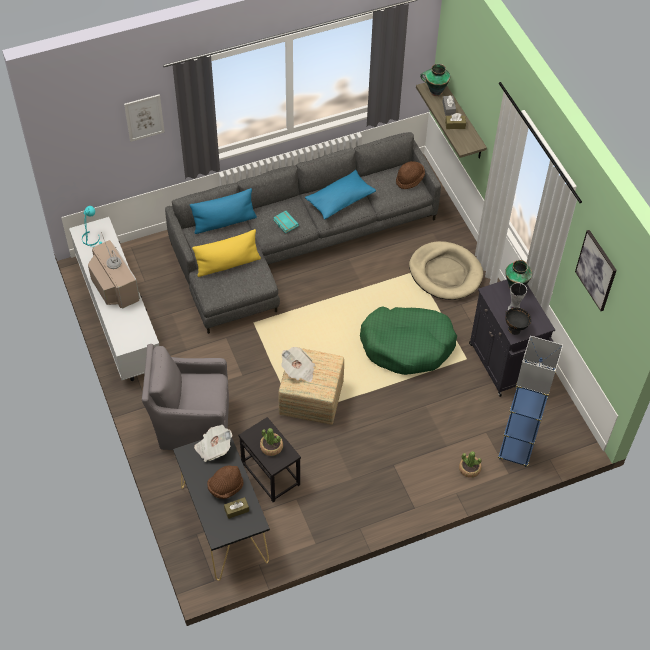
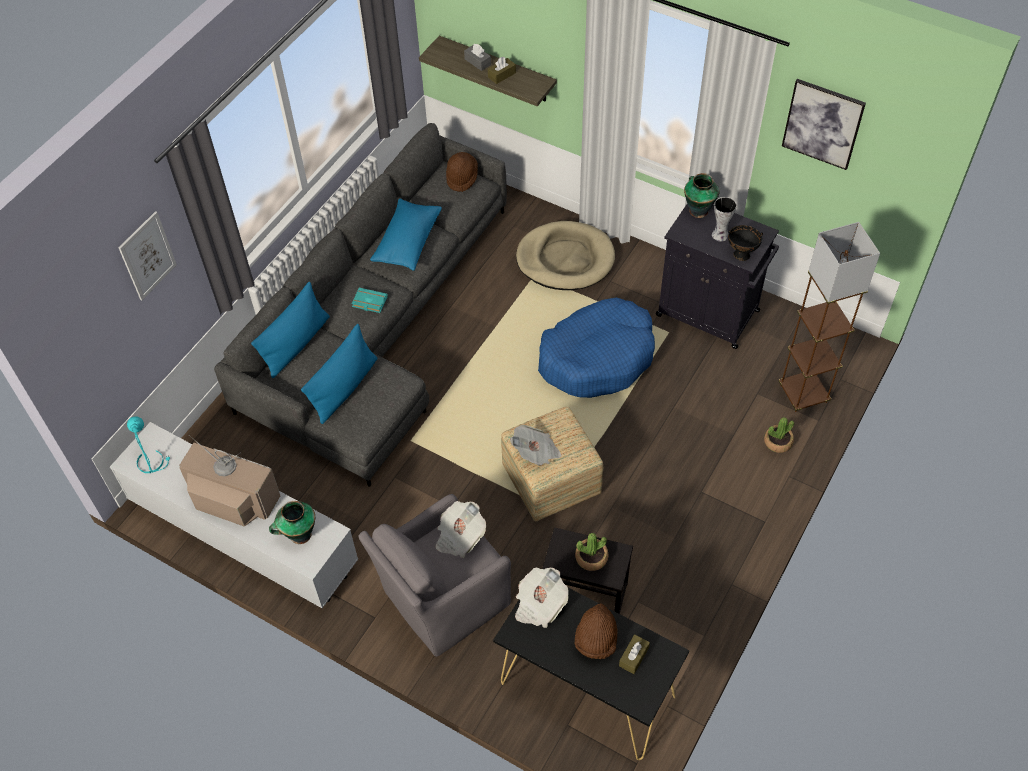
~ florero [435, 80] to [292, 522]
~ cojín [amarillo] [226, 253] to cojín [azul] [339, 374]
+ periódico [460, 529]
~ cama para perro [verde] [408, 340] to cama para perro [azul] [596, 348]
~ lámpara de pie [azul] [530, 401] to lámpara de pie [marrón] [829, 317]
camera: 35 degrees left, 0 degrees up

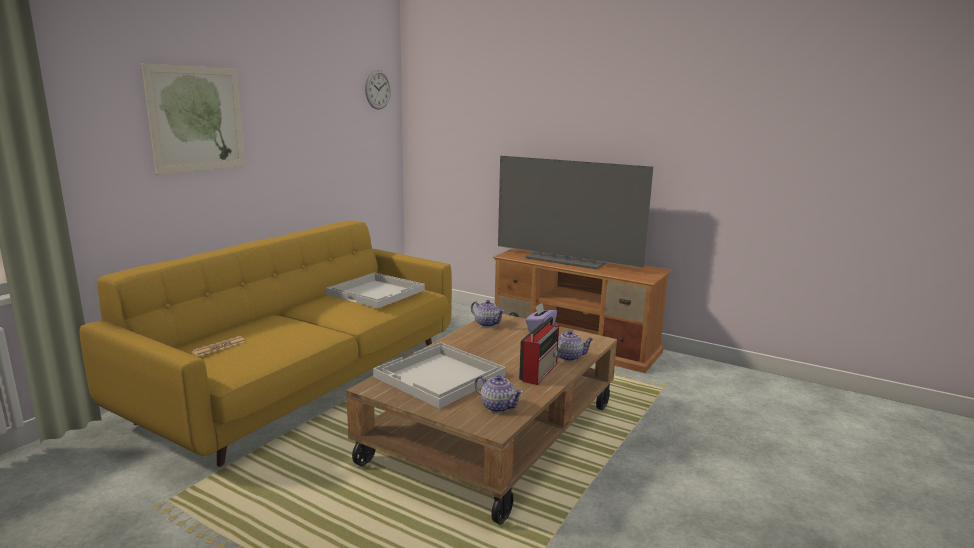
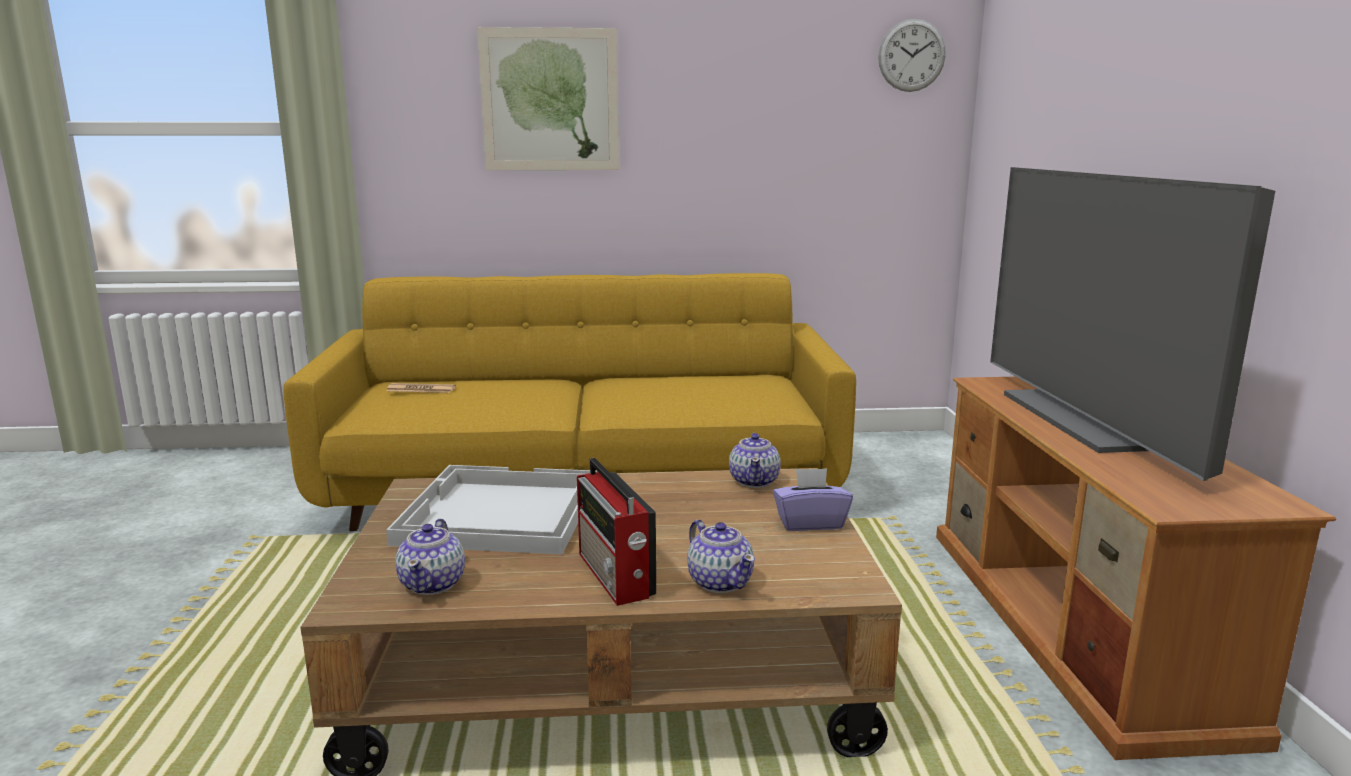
~ radio [539, 351] = [616, 532] 75 degrees clockwise
- bandeja [blanco] [375, 290]
camera: 55 degrees right, 0 degrees up

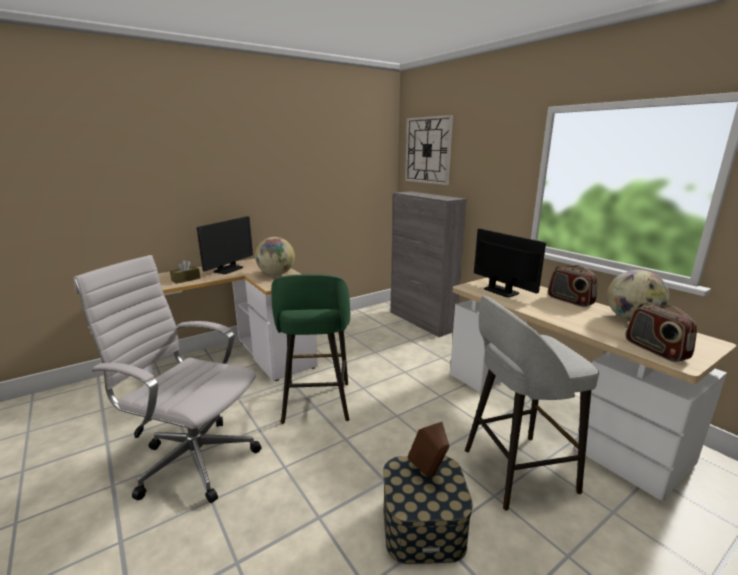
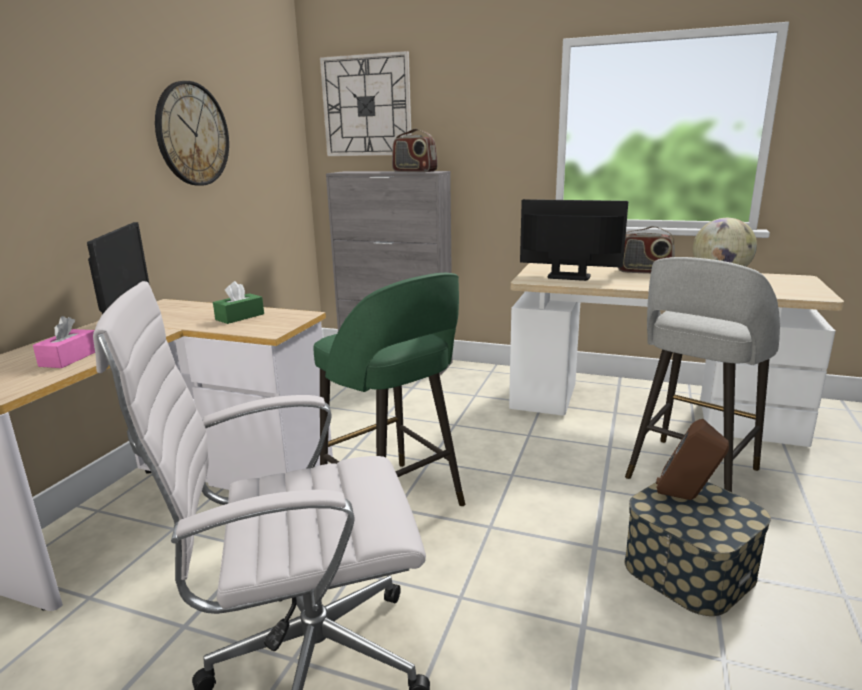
~ caja de pañuelos [marrón] [185, 272] to caja de pañuelos [rosa] [64, 342]
+ reloj de pared [192, 133]
~ globo terráqueo [275, 256] to caja de pañuelos [verde] [238, 302]
~ radio [661, 332] to [415, 150]
camera: 35 degrees left, 0 degrees up

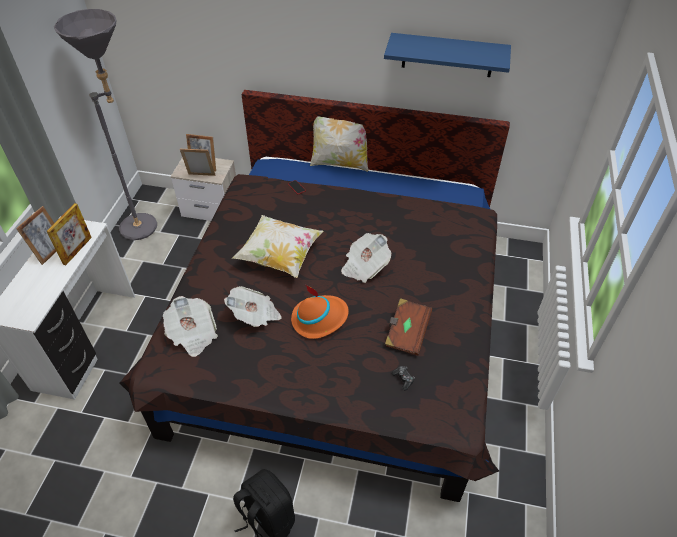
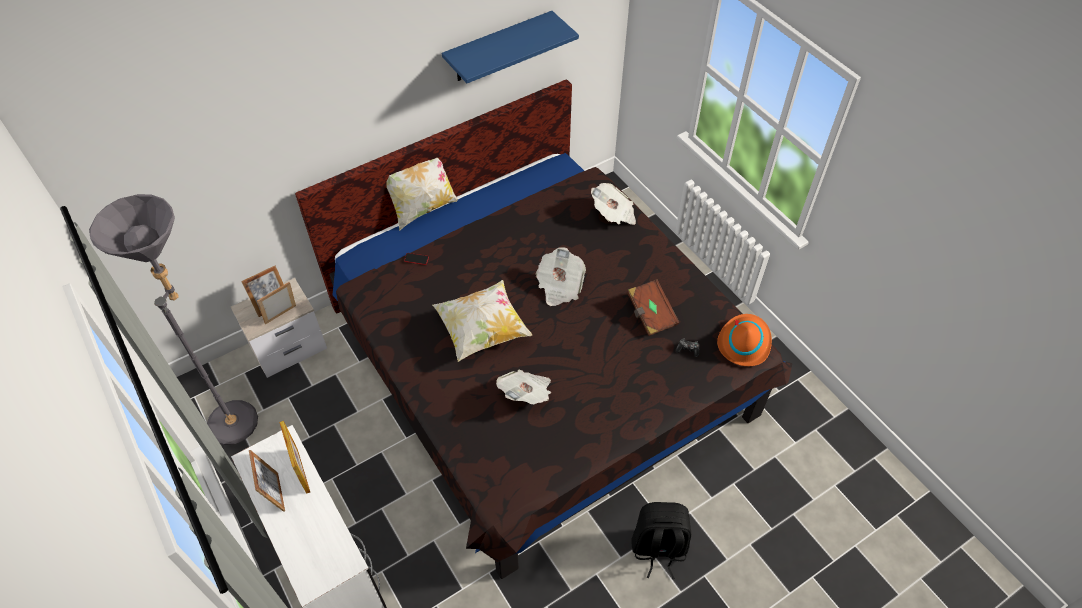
~ periódico [190, 326] to [613, 204]
~ sombrero [naranja] [320, 312] to [744, 340]
camera: 45 degrees left, 5 degrees up

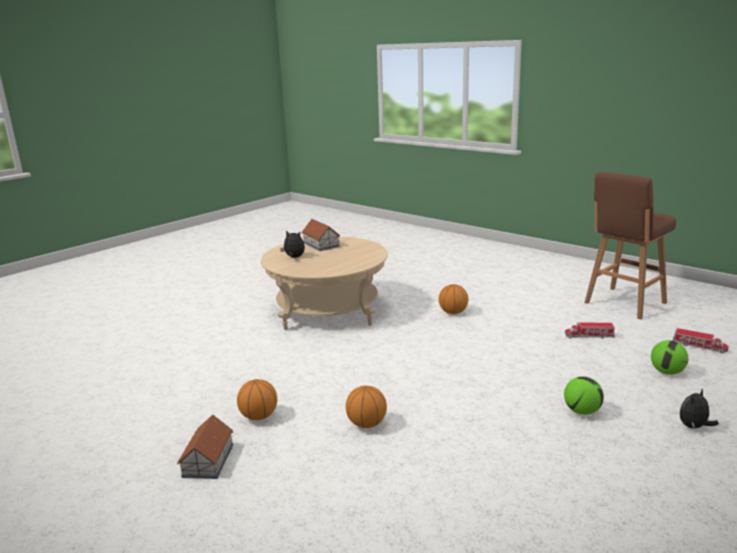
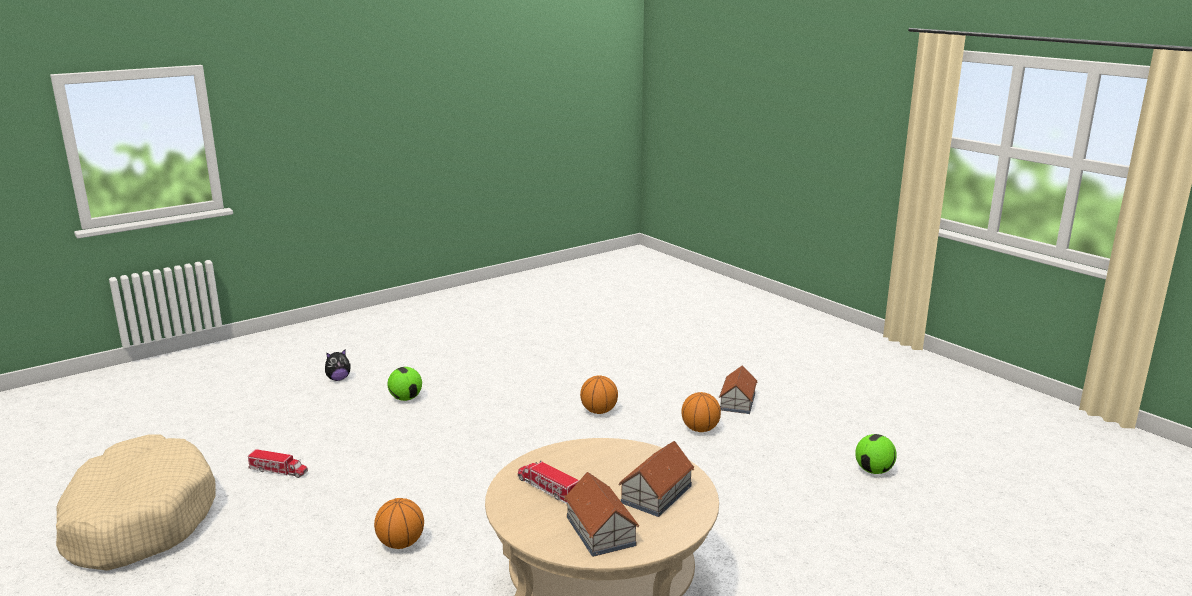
~ taburete [marrón] [630, 246] to cama para perro [beis] [136, 502]
~ camión de juguete [701, 340] to [548, 482]
~ peluche [292, 244] to casita [656, 479]
~ balón de fútbol [669, 357] to [876, 454]
camera: 170 degrees left, 0 degrees up

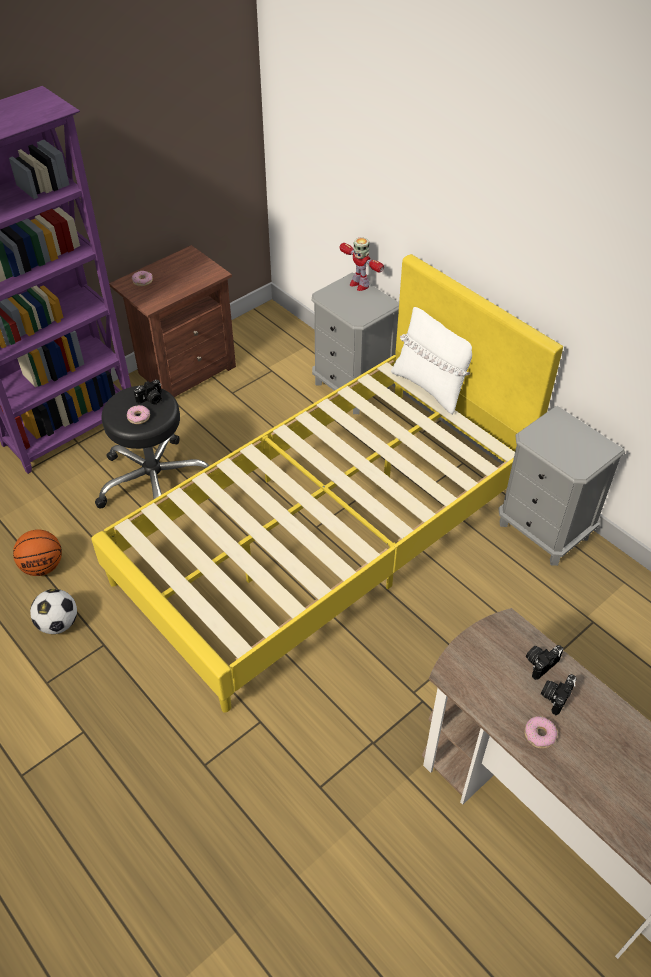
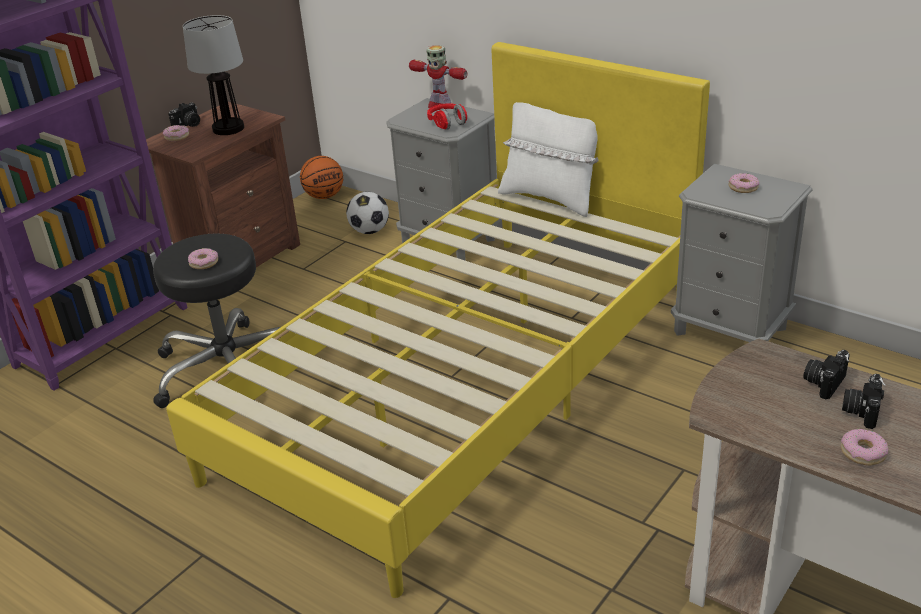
~ cámara [148, 392] to [184, 114]
+ lámpara de mesa [213, 75]
~ balón de baloncesto [37, 553] to [321, 177]
~ balón de fútbol [53, 611] to [367, 213]
+ auriculares [rojo] [447, 116]
+ rosquilla [744, 183]
camera: 10 degrees left, 15 degrees down

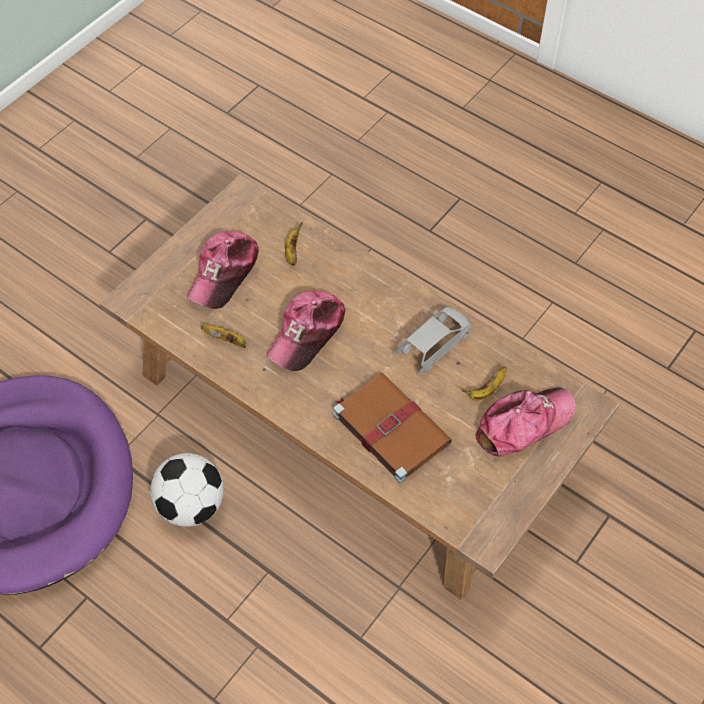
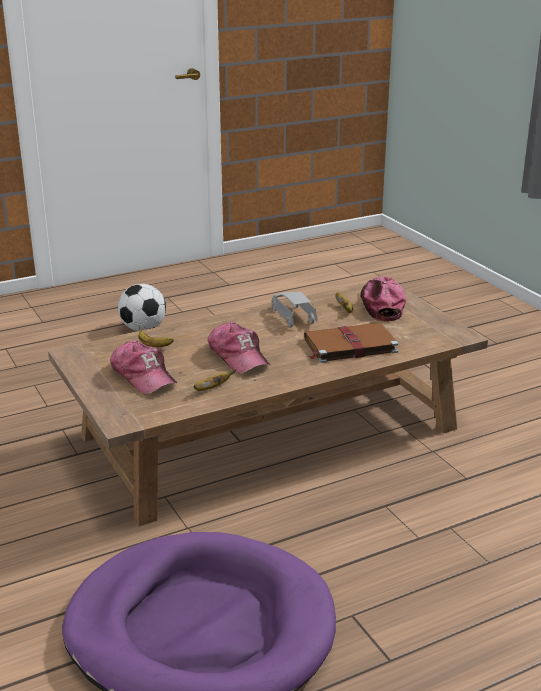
~ balón de fútbol [187, 490] to [142, 307]
camera: 65 degrees left, 30 degrees down

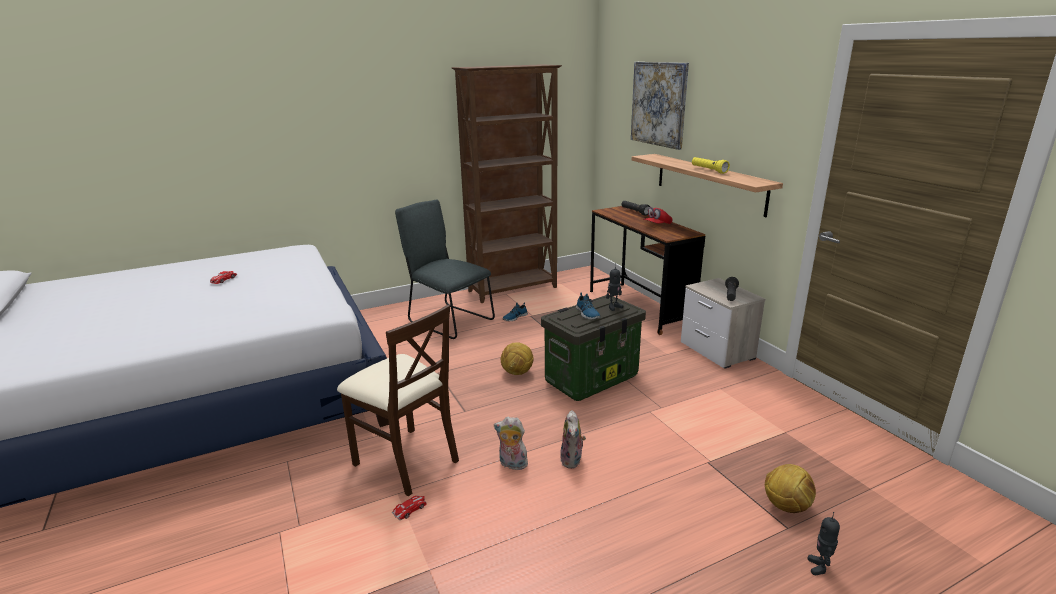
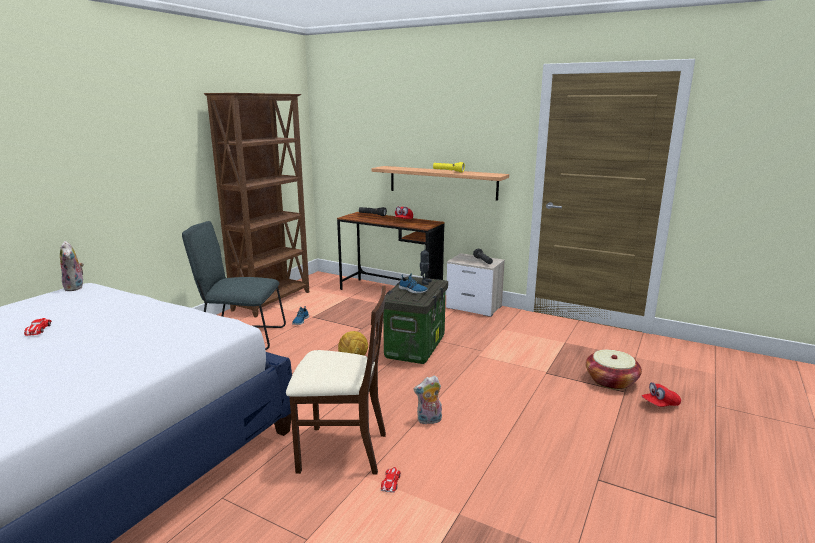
~ peluche [573, 439] to [72, 266]
~ balón de fútbol [790, 488] to cesta [614, 370]
~ robot de juguete [823, 543] to gorra [rojo] [661, 394]
- cuadro [660, 106]
camera: 35 degrees left, 5 degrees down

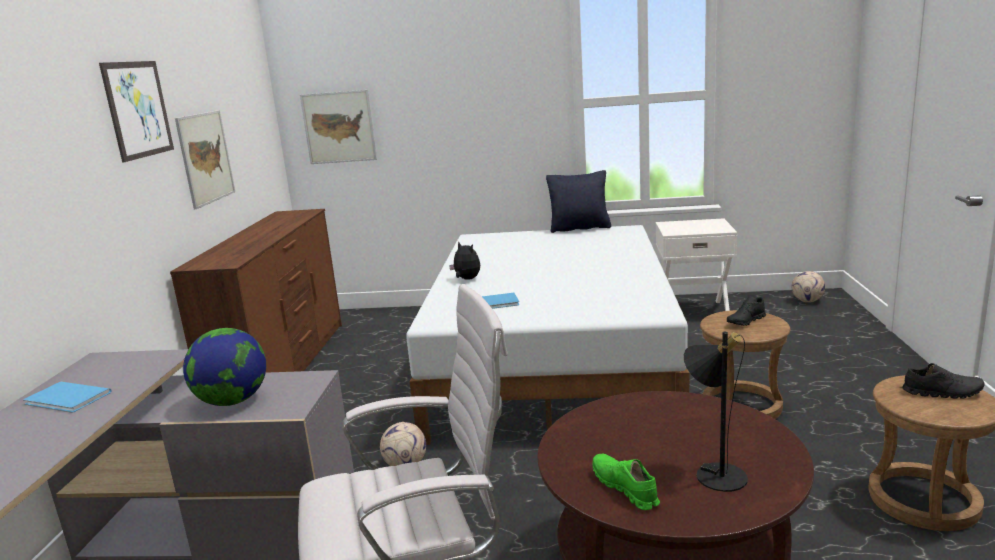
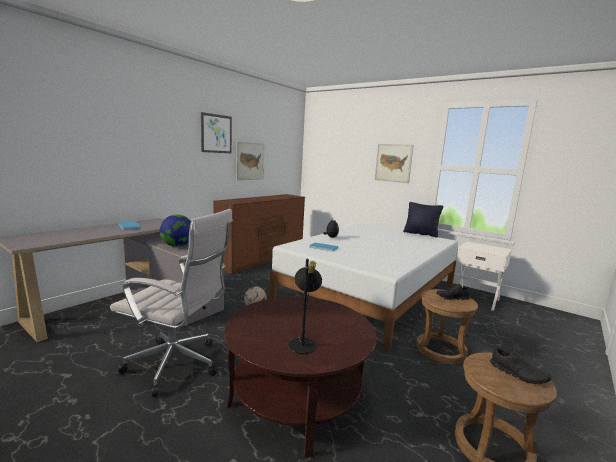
~ cuadro [338, 127] to [394, 163]
- zapato [verde] [626, 482]
- balón de fútbol [808, 286]
camera: 30 degrees right, 5 degrees down

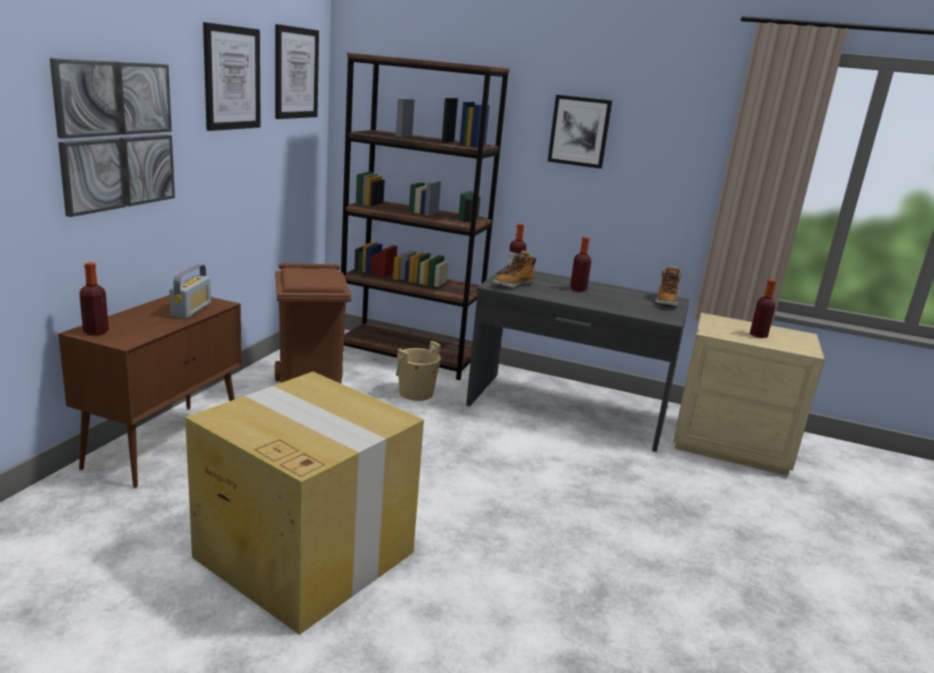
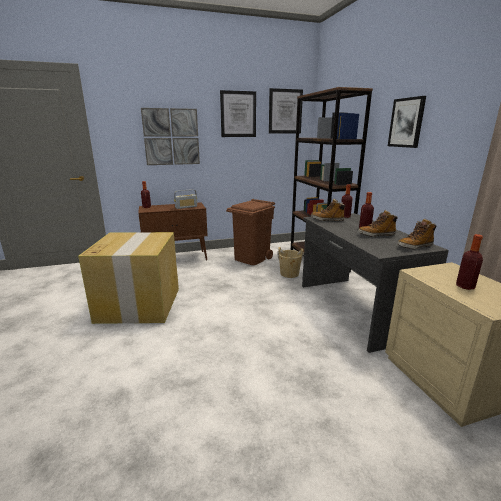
+ bota [378, 223]
camera: 55 degrees right, 0 degrees up

